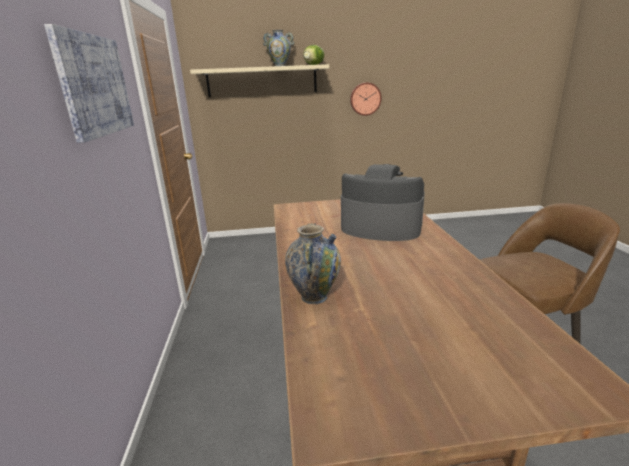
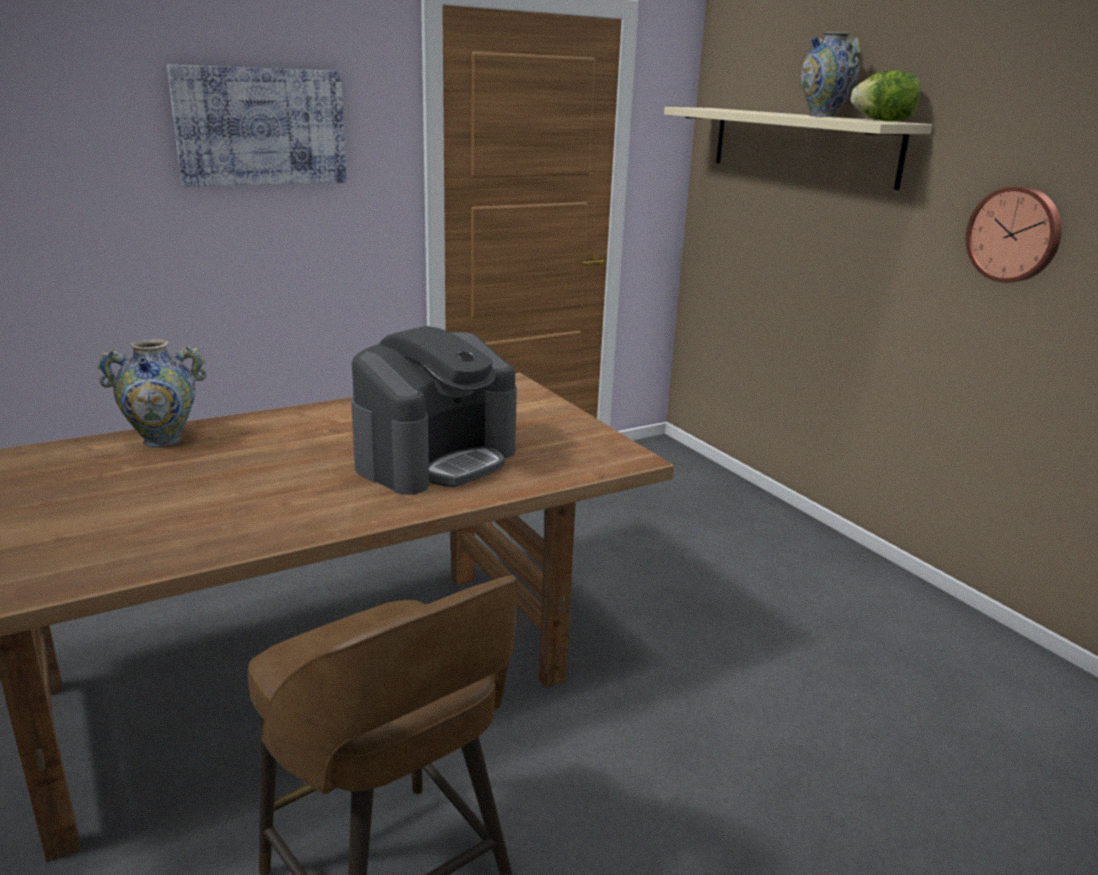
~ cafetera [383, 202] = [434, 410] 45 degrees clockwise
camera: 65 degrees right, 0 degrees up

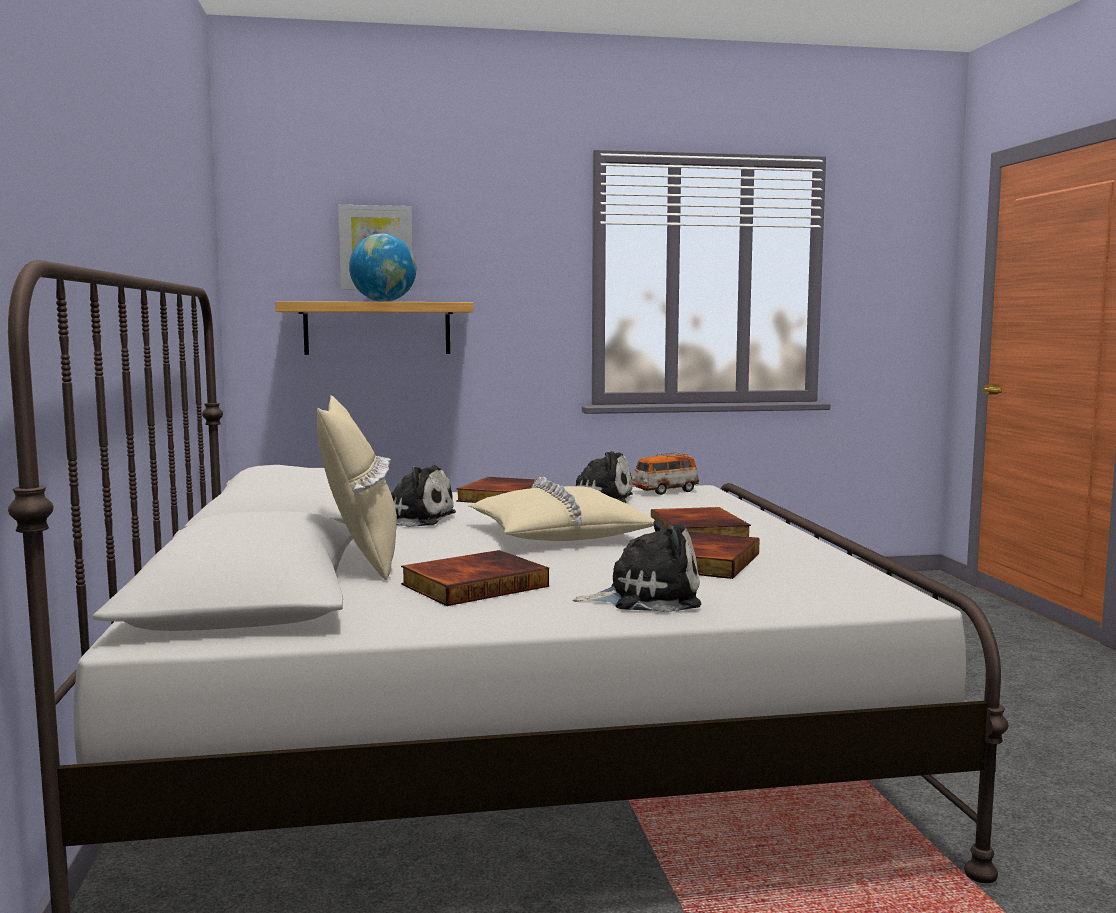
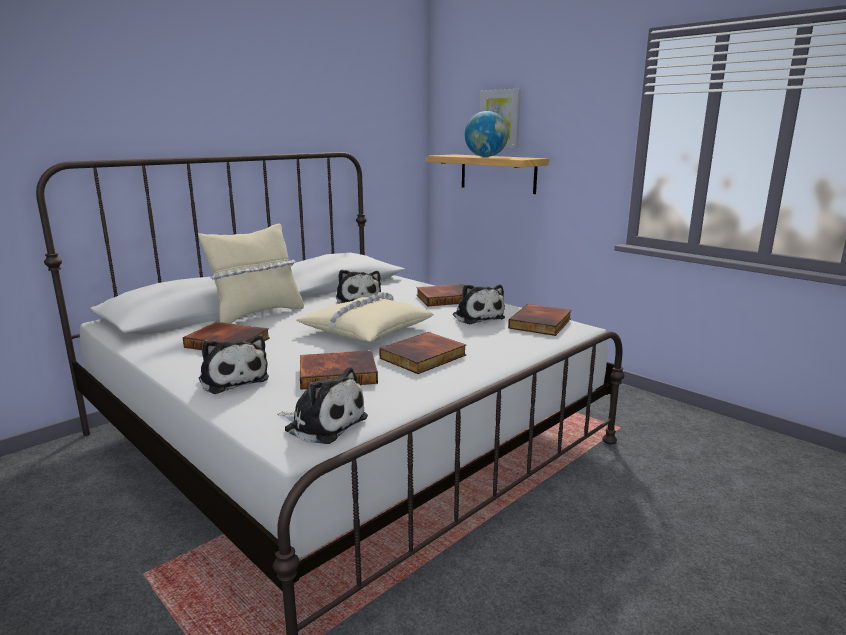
+ peluche [322, 405]
~ coche de juguete [665, 473] to libro [539, 320]
camera: 55 degrees right, 10 degrees up

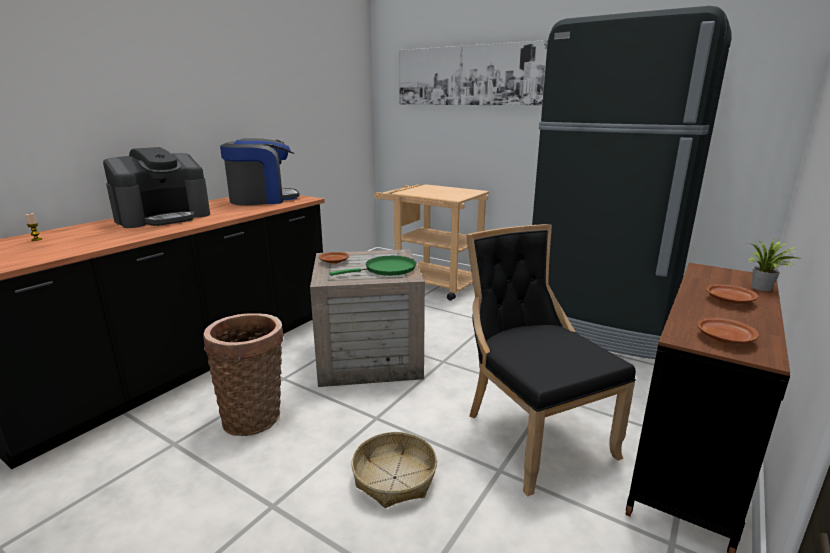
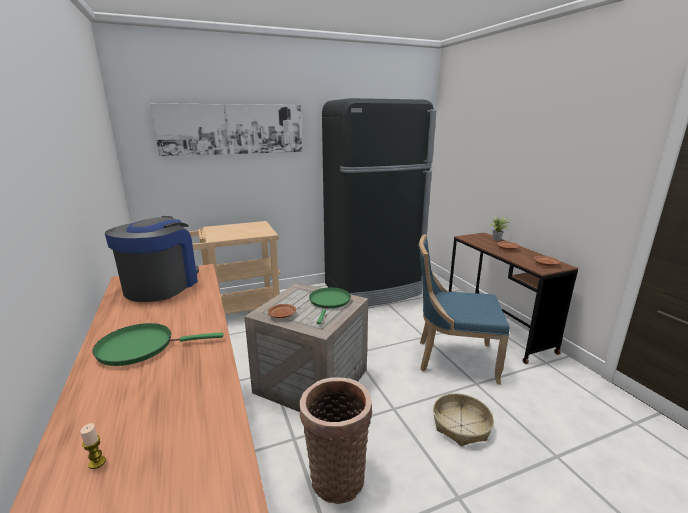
~ cafetera [156, 187] to sartén [verde] [158, 344]
~ silla [negro] [551, 360] to silla [azul] [464, 309]
camera: 55 degrees left, 0 degrees up

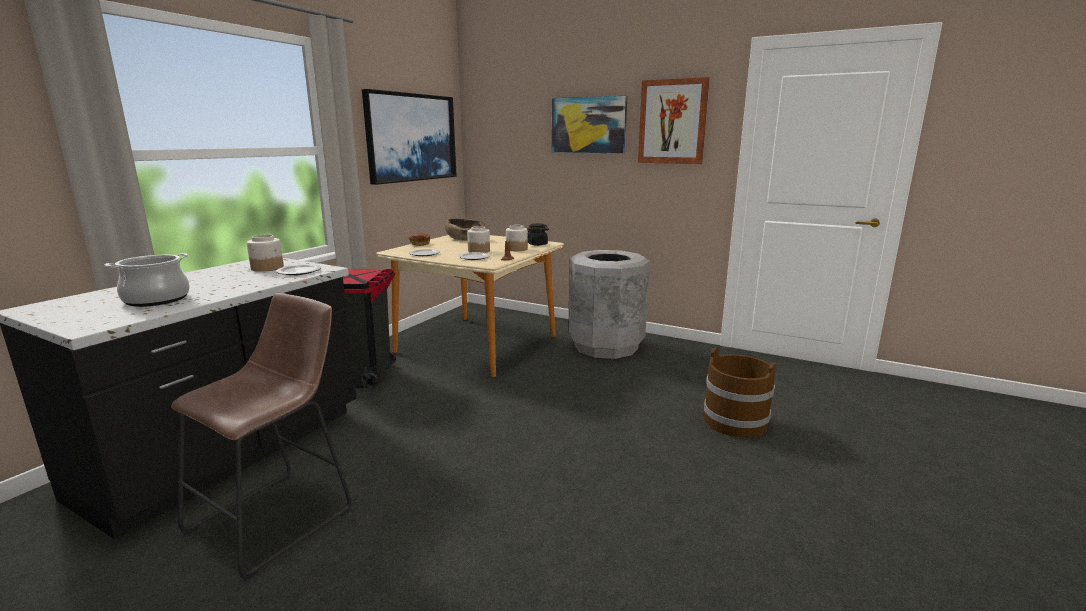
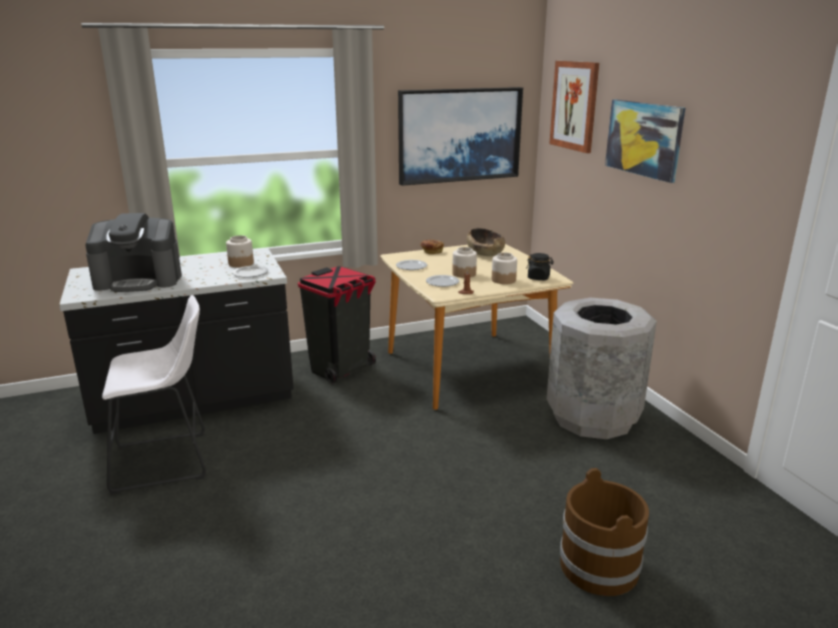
~ olla [147, 280] to cafetera [133, 252]
~ taburete [marrón] [261, 436] to taburete [blanco] [154, 394]
~ cuadro [674, 120] to [574, 107]
camera: 40 degrees right, 5 degrees up

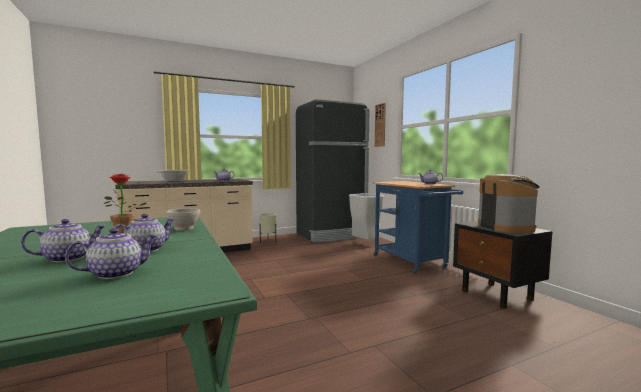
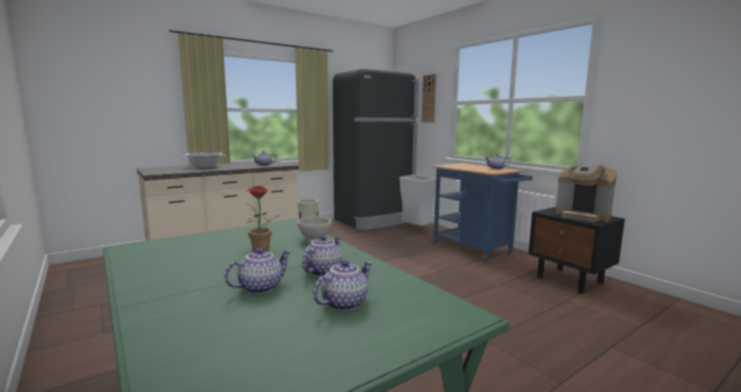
~ cafetera [508, 203] = [586, 192] 150 degrees clockwise
camera: 10 degrees left, 5 degrees up

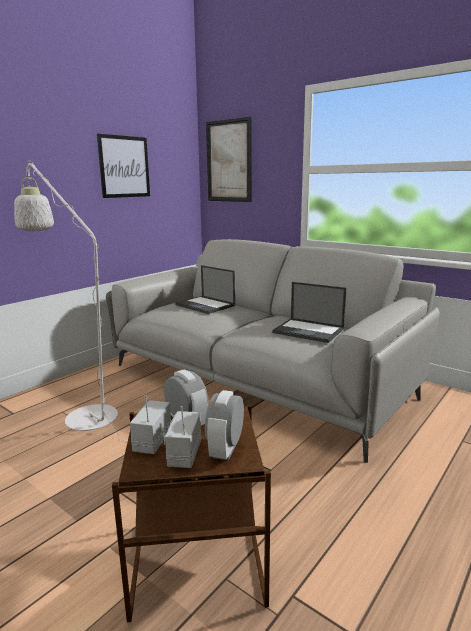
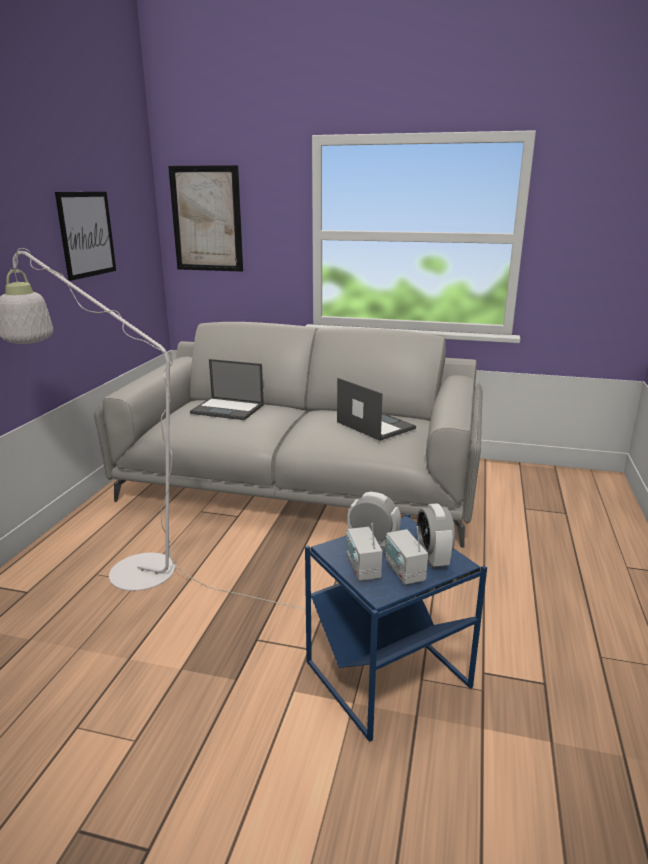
~ mesa auxiliar [marrón] [191, 514] to mesa auxiliar [azul] [396, 628]
~ portátil [309, 312] = [376, 409] 135 degrees counterclockwise
camera: 25 degrees left, 5 degrees up

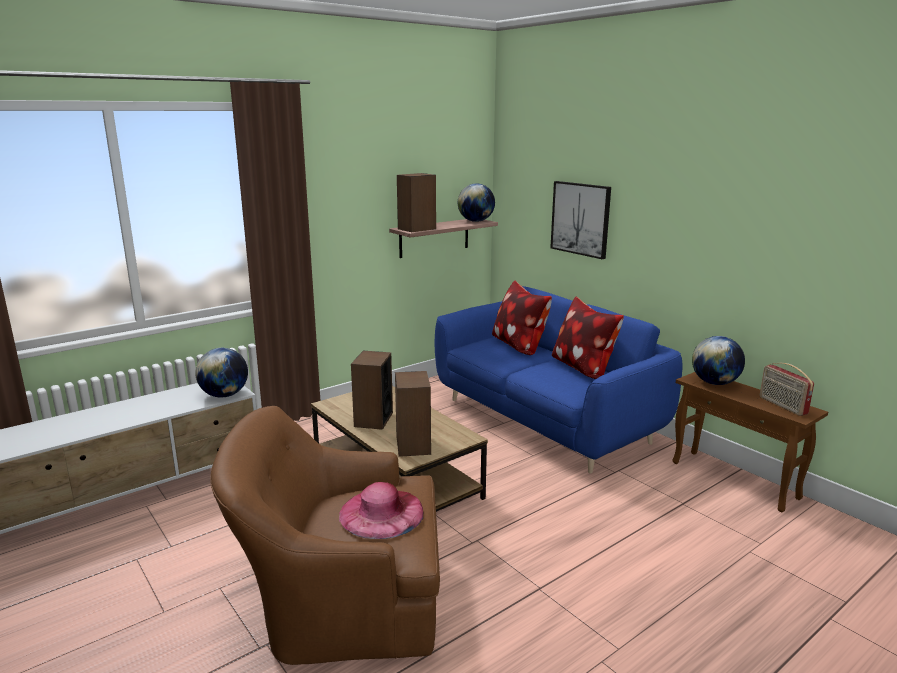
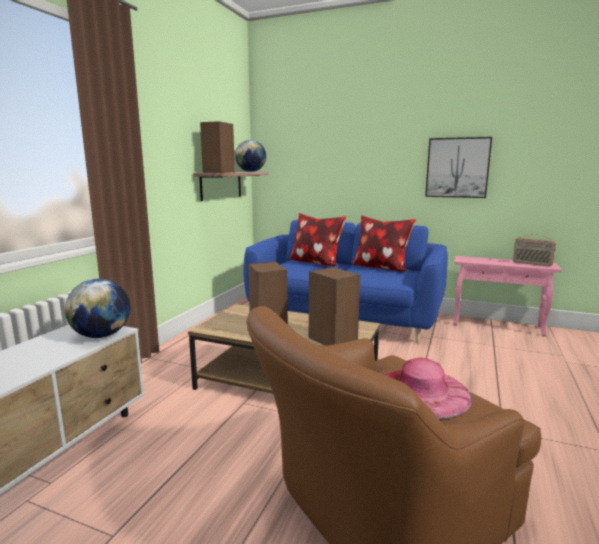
~ cuadro [580, 220] to [458, 167]
~ mesa auxiliar [marrón] [750, 442] to mesa auxiliar [rosa] [507, 296]
- globo terráqueo [718, 360]
camera: 30 degrees left, 5 degrees down

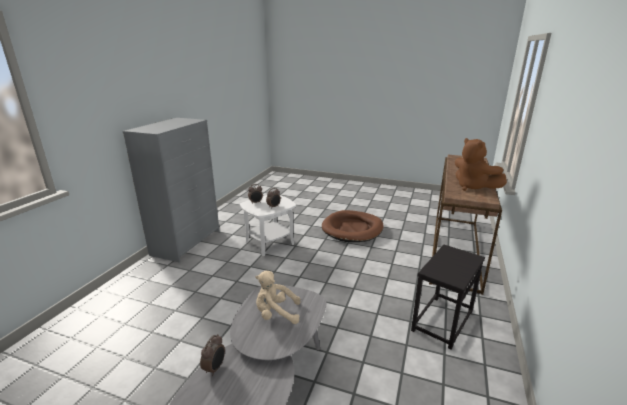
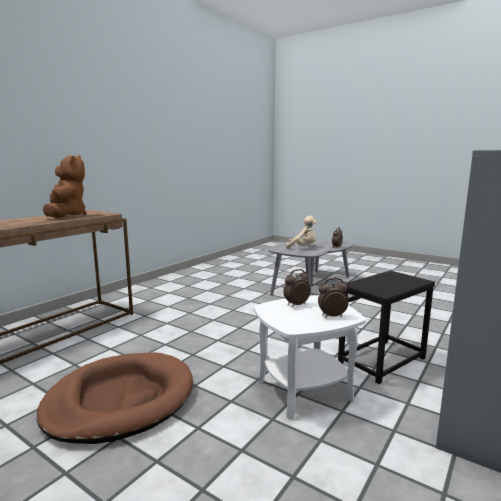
~ mesa auxiliar [negro] [448, 297] to [386, 327]
camera: 165 degrees left, 10 degrees down

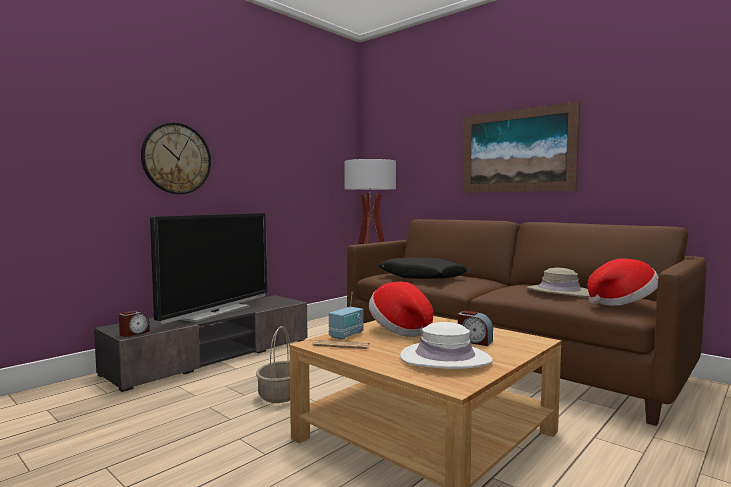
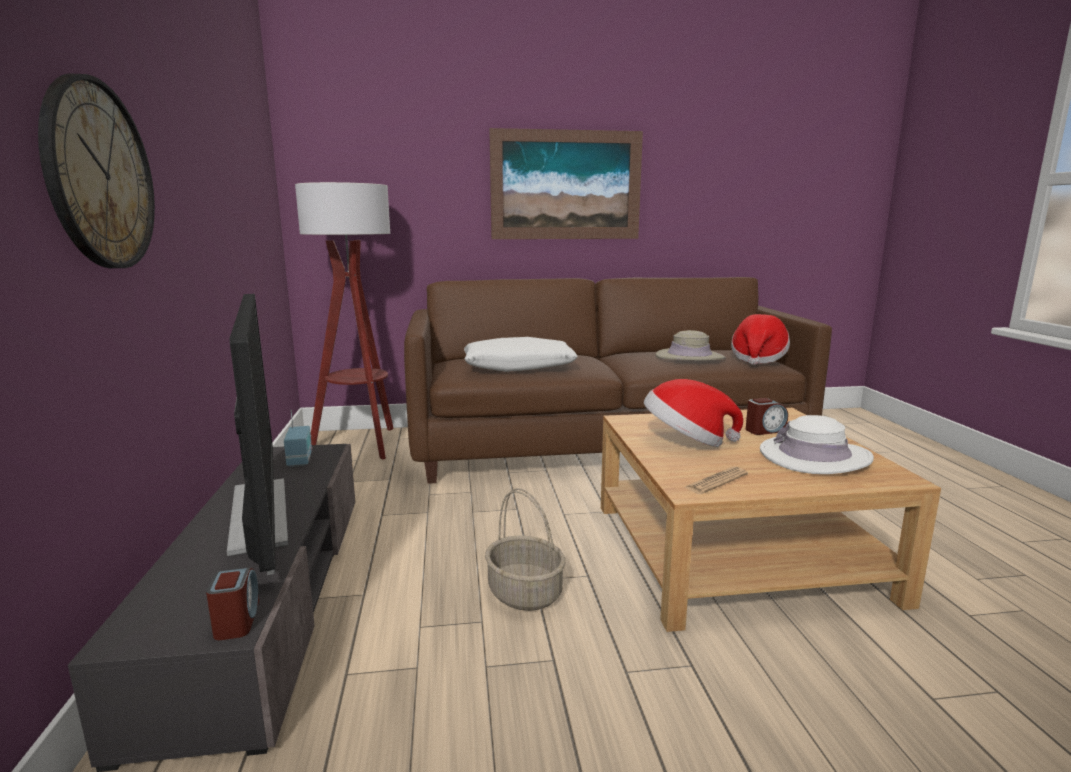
~ radio [346, 315] to [298, 438]
~ cojín [negro] [423, 268] to cojín [blanco] [521, 354]
camera: 50 degrees left, 10 degrees up

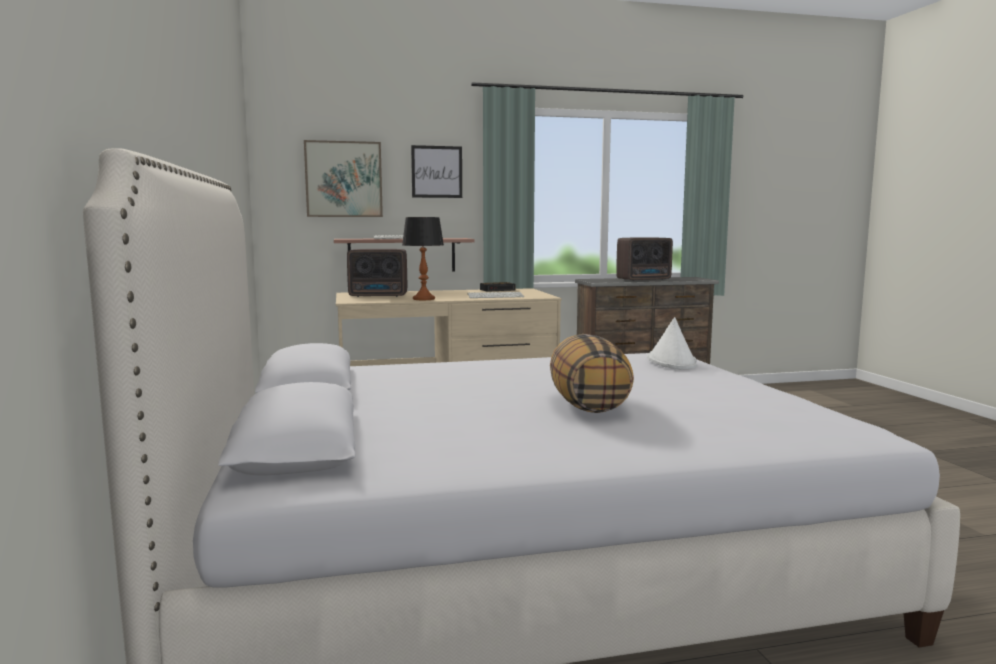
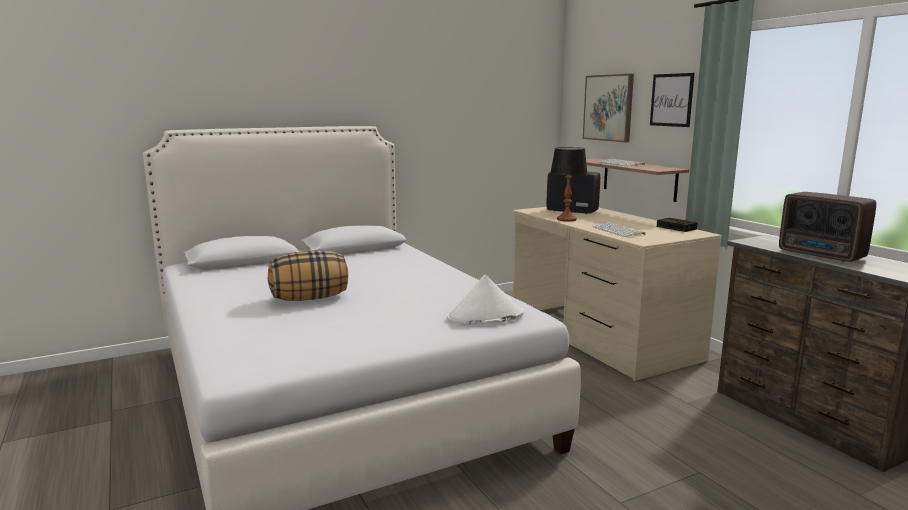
~ radio [377, 273] = [573, 193] 135 degrees clockwise
camera: 75 degrees right, 5 degrees up

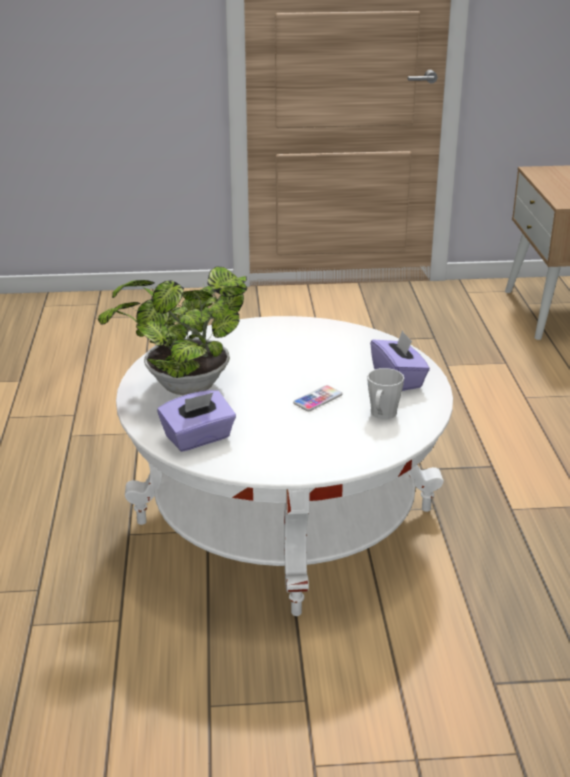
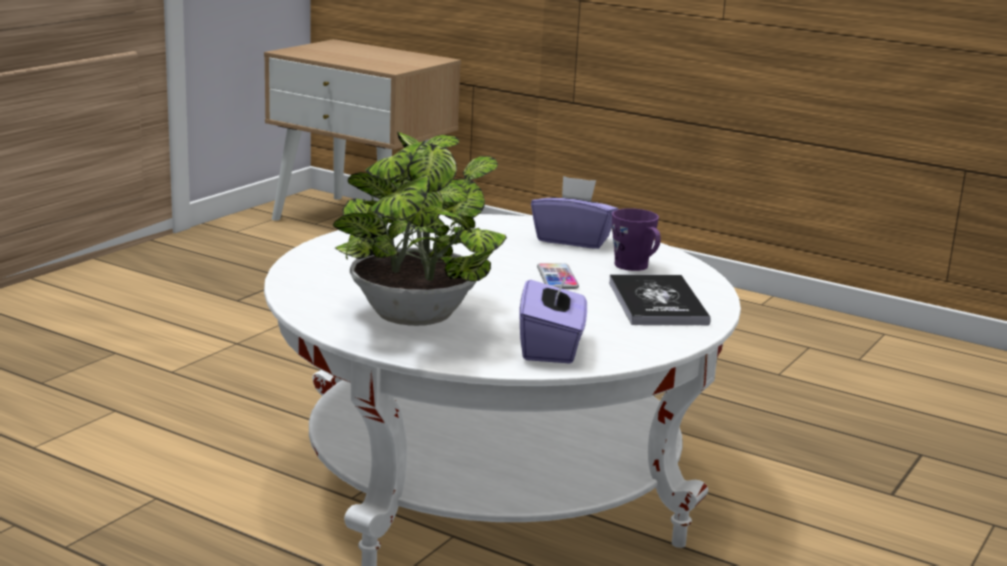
+ libro [660, 299]
~ taza grande [gris] [385, 393] to taza grande [morado] [636, 239]
camera: 55 degrees left, 10 degrees down

